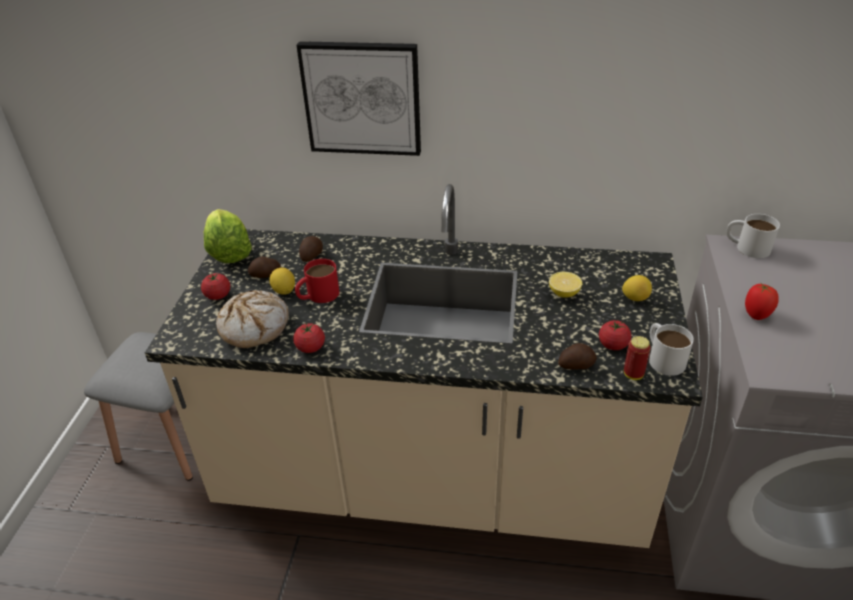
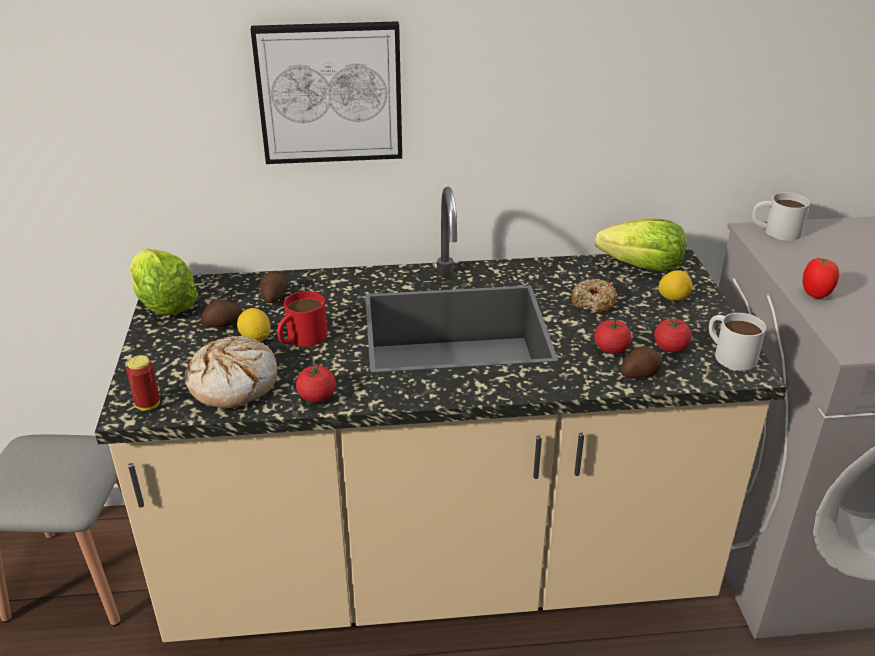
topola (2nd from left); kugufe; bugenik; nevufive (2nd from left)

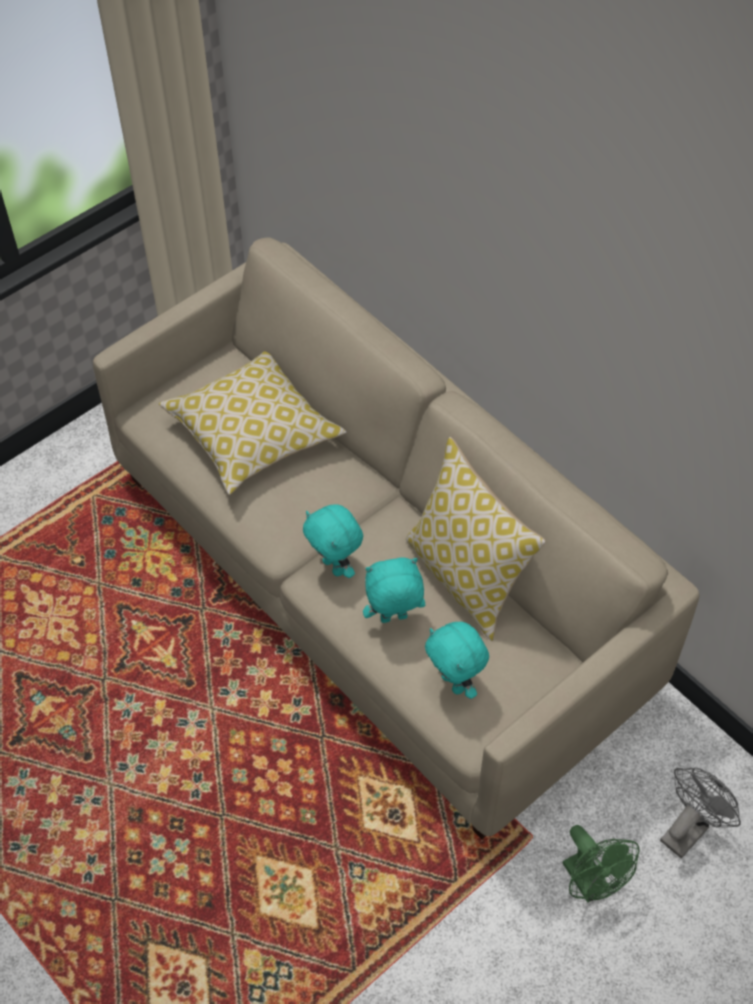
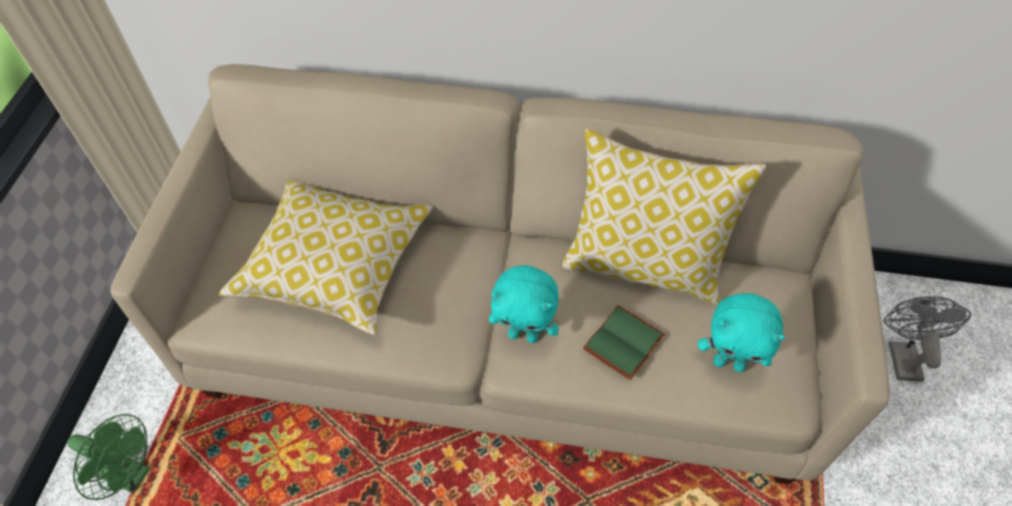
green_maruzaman; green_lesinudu

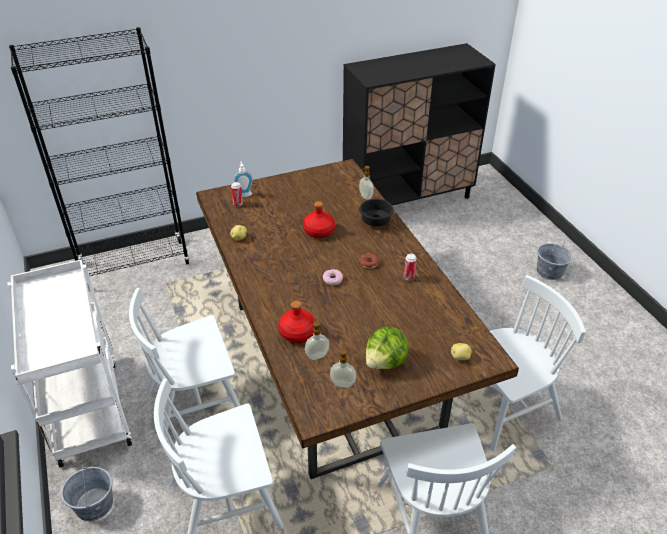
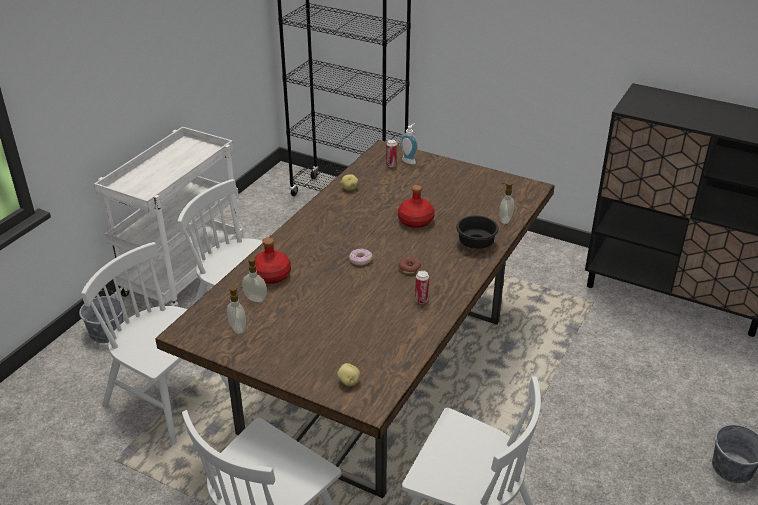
nevufive

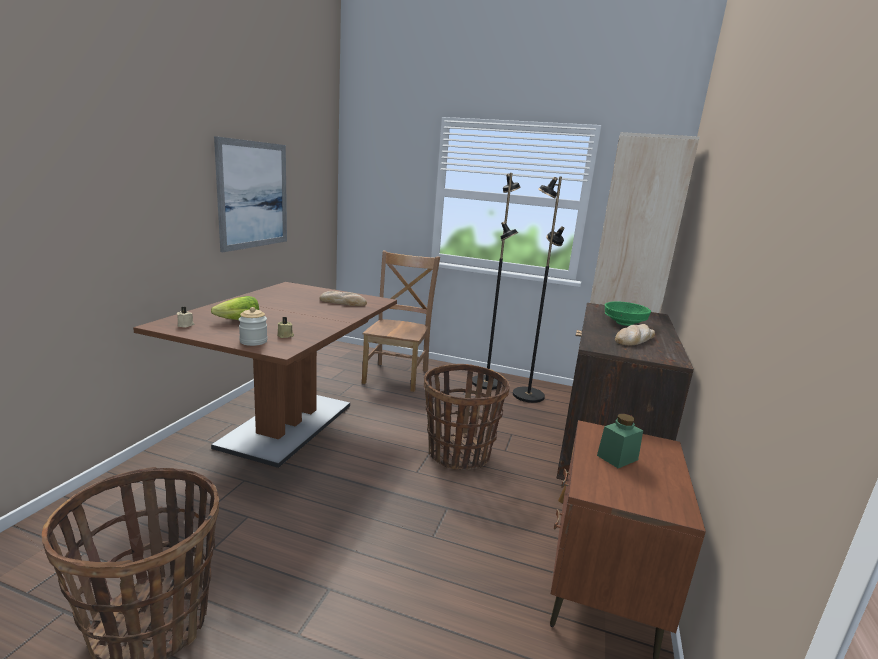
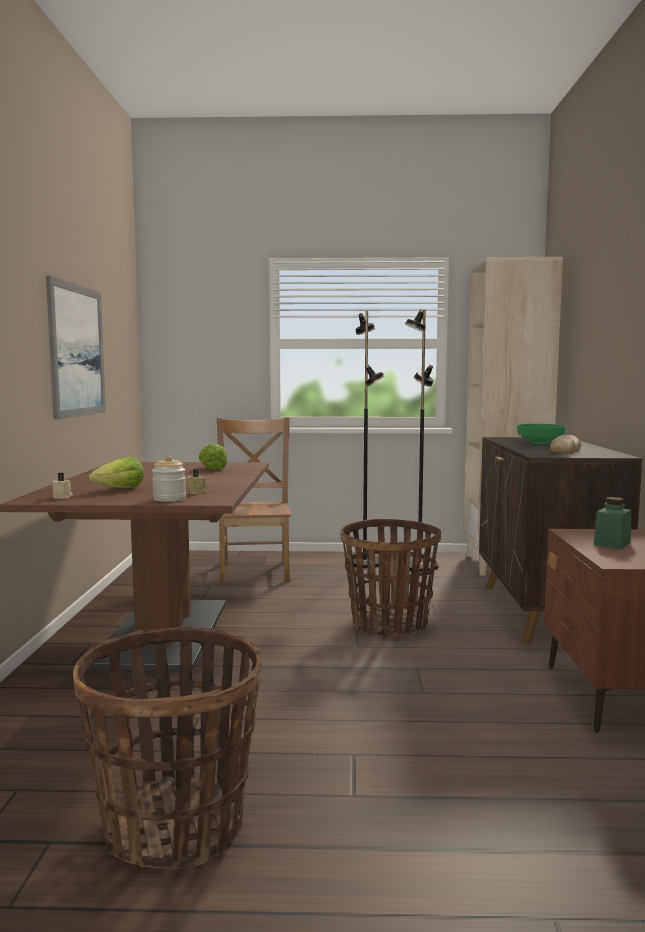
nevufive (2nd from left)

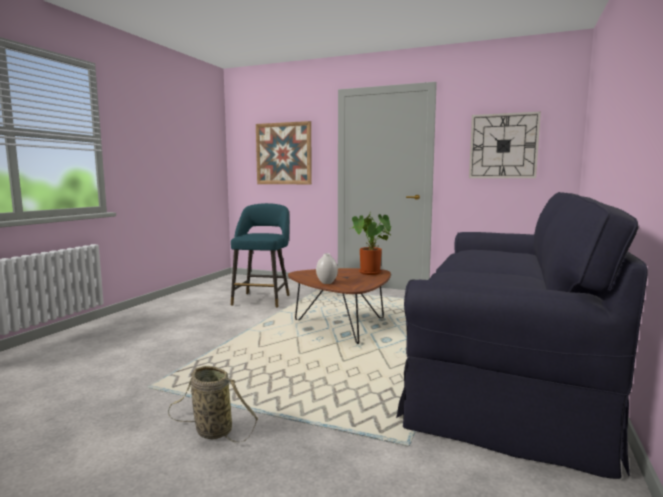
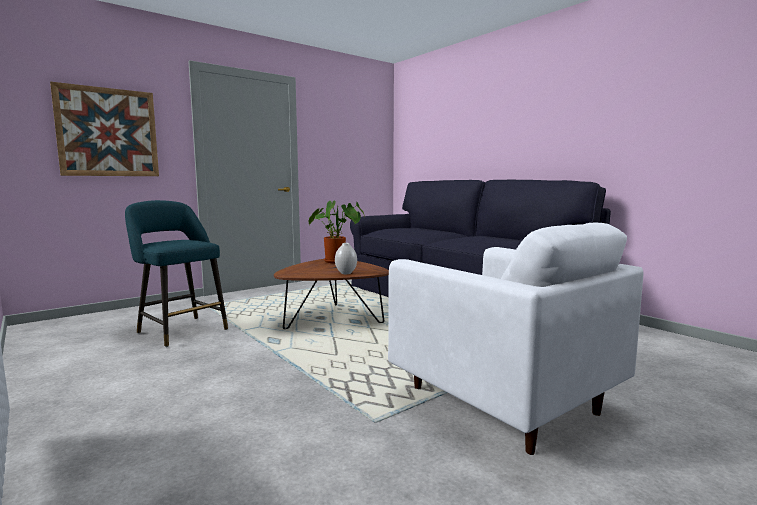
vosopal; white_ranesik

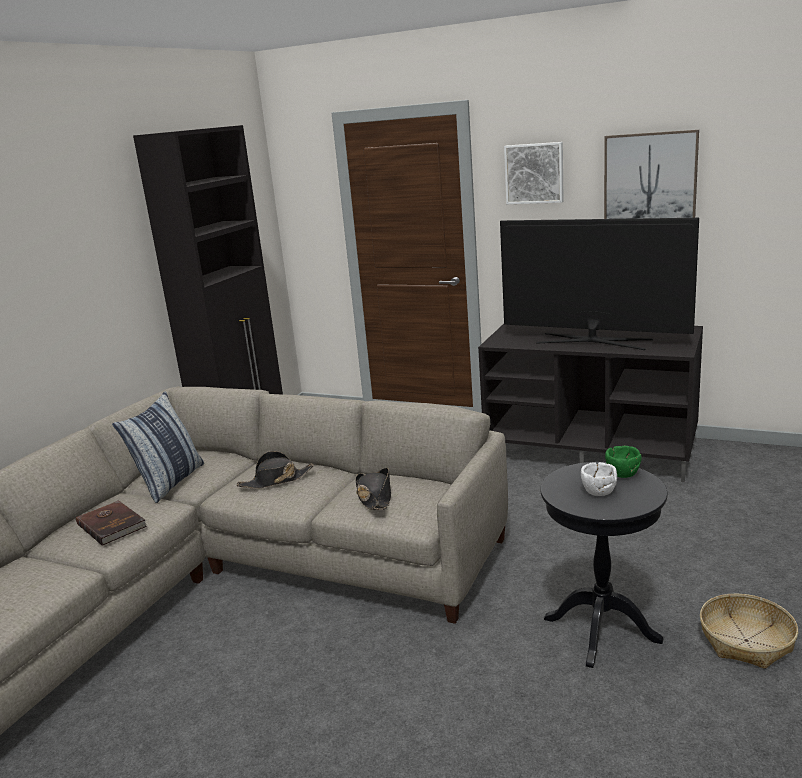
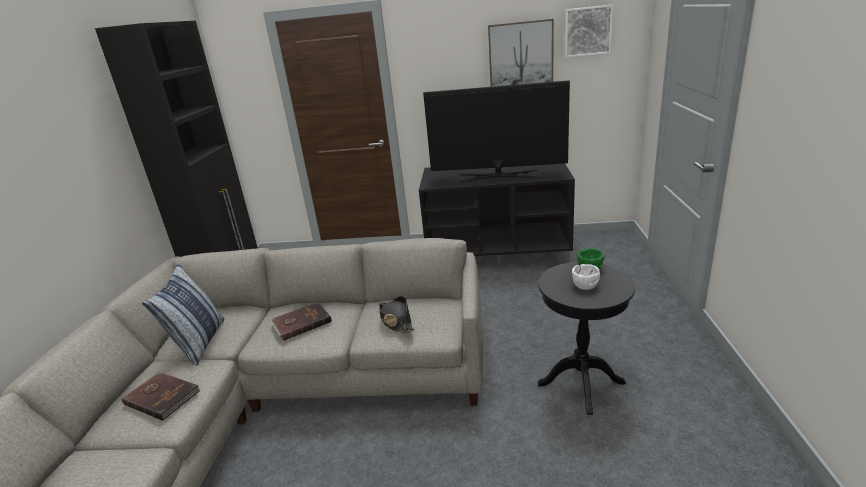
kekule (2nd from left); brown_maruzaman (2nd from left); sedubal

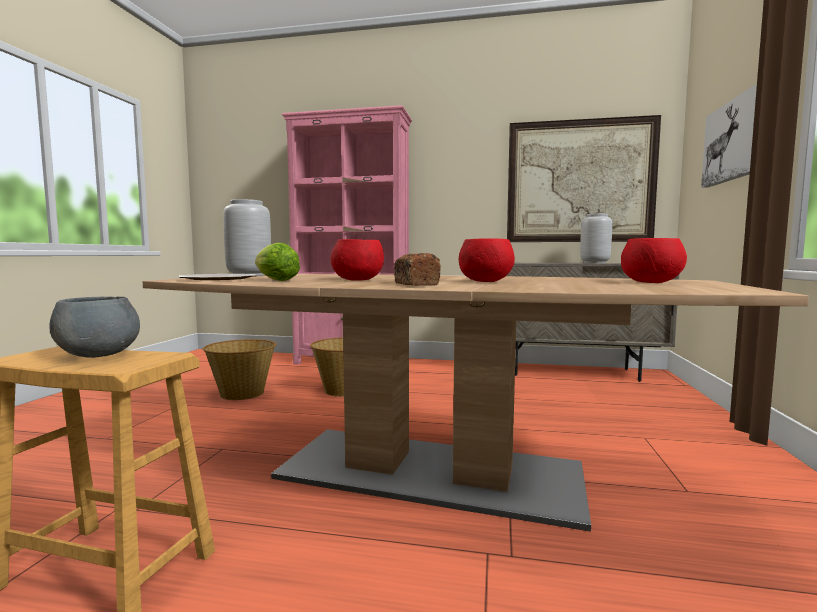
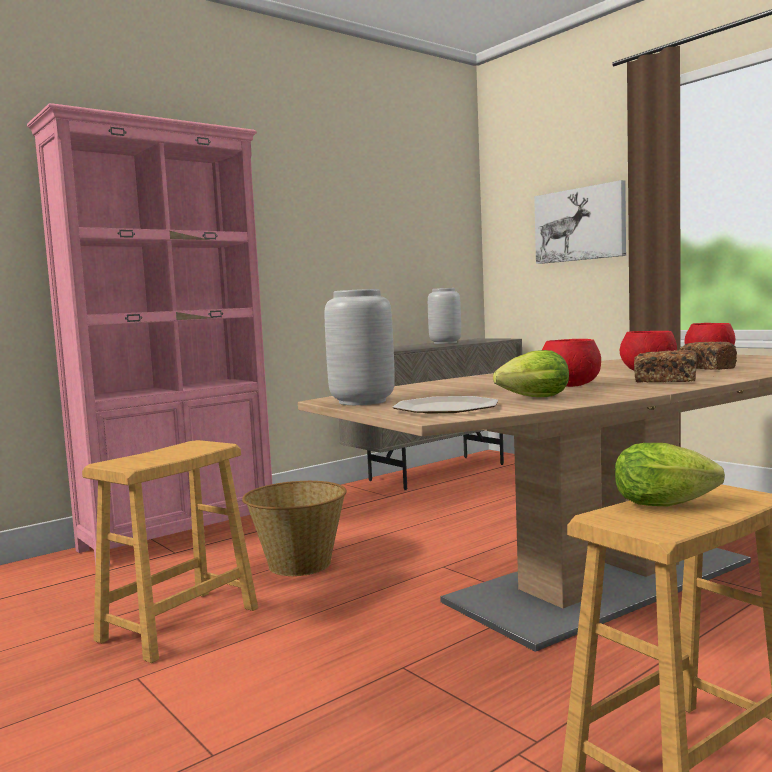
kekule (1st from left in the first image); nevufive (2nd from left); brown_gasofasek (1st from left); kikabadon (2nd from left)

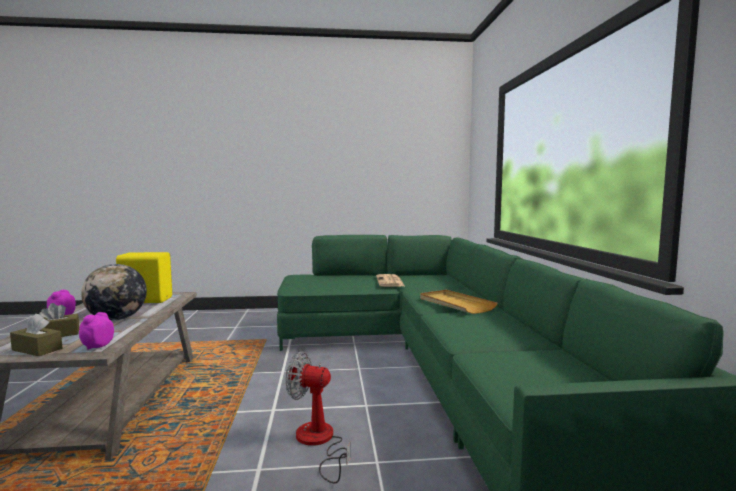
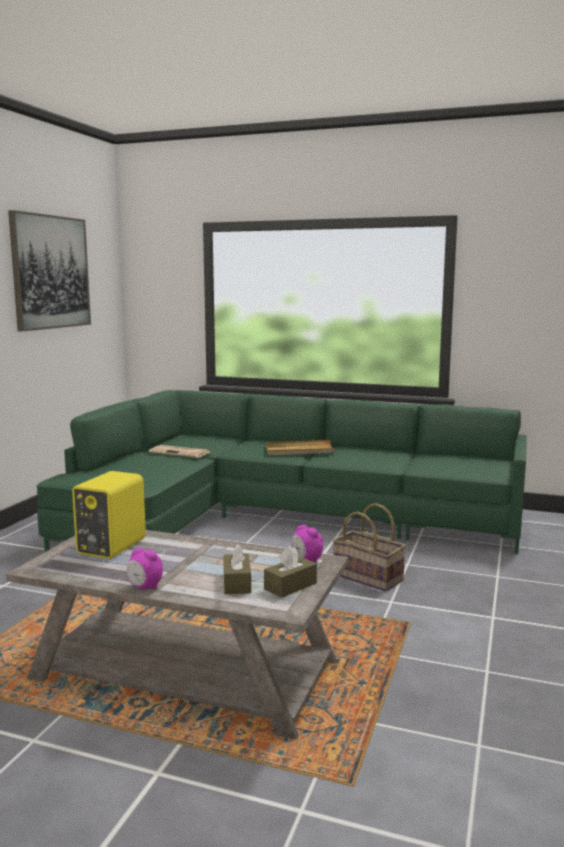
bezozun; sedubal; kekule

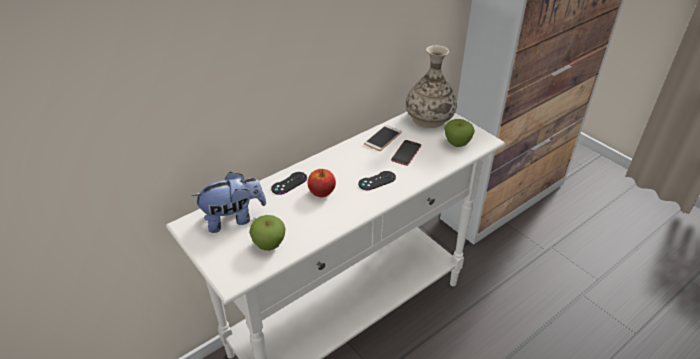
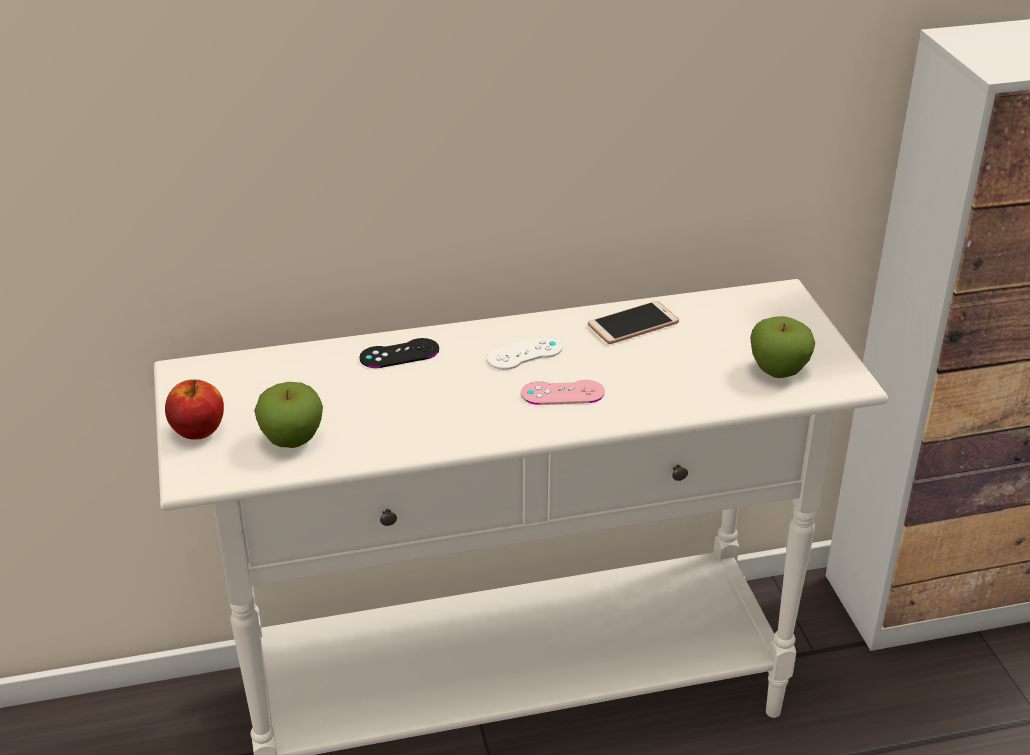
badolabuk; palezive (2nd from left in the first image); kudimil (1st from left); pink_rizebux; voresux; white_rizebux

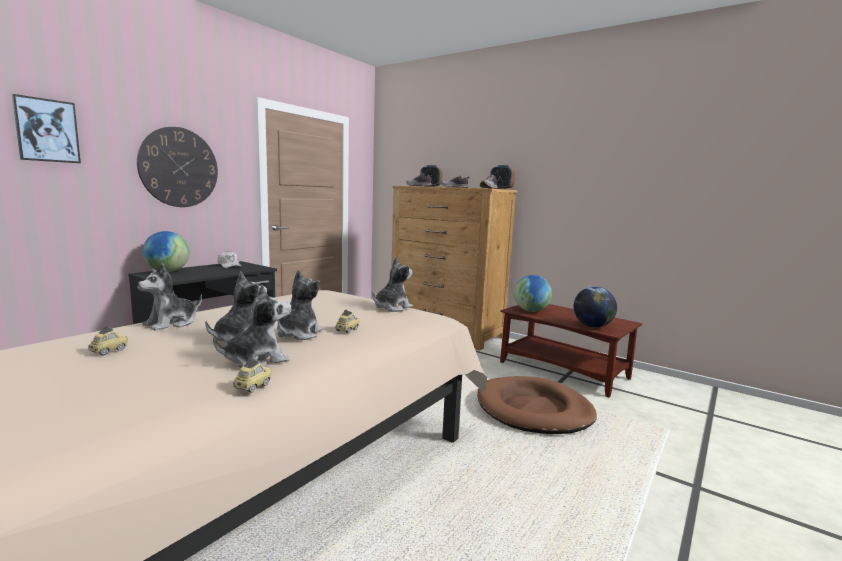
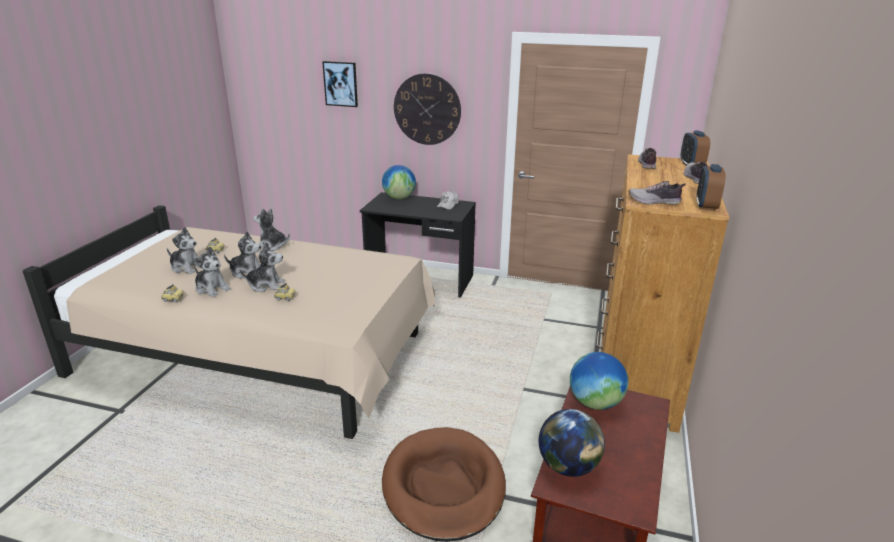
voresux (1st from left)

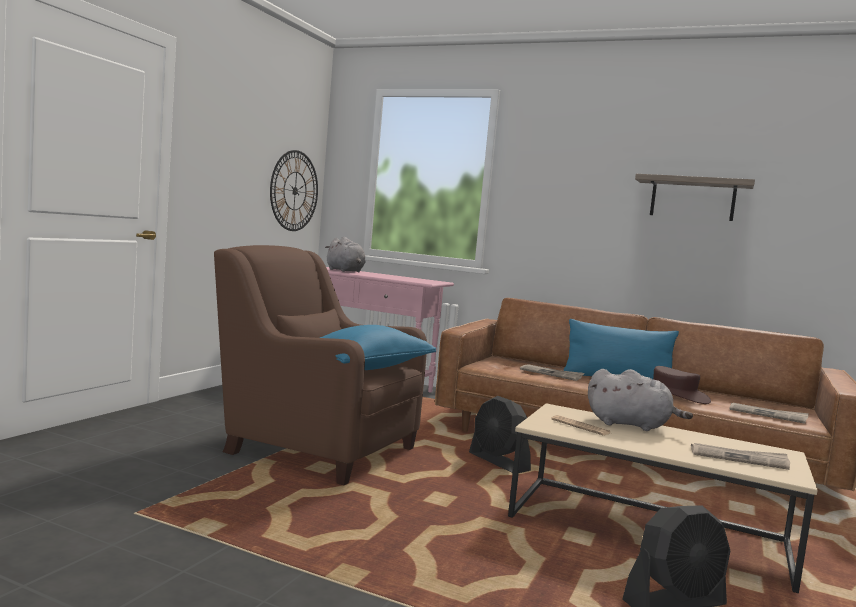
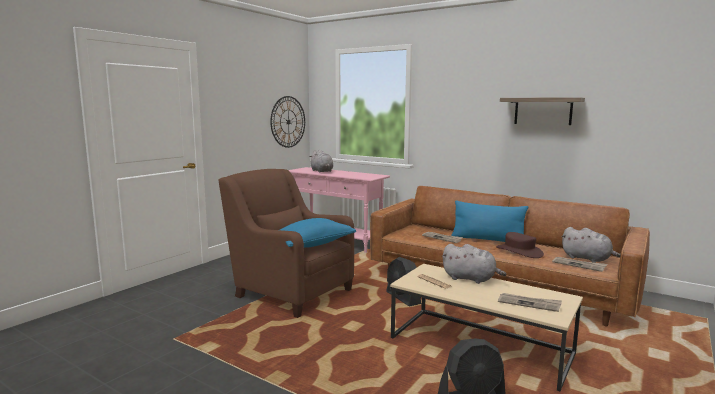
grey_voresux (3rd from left)

